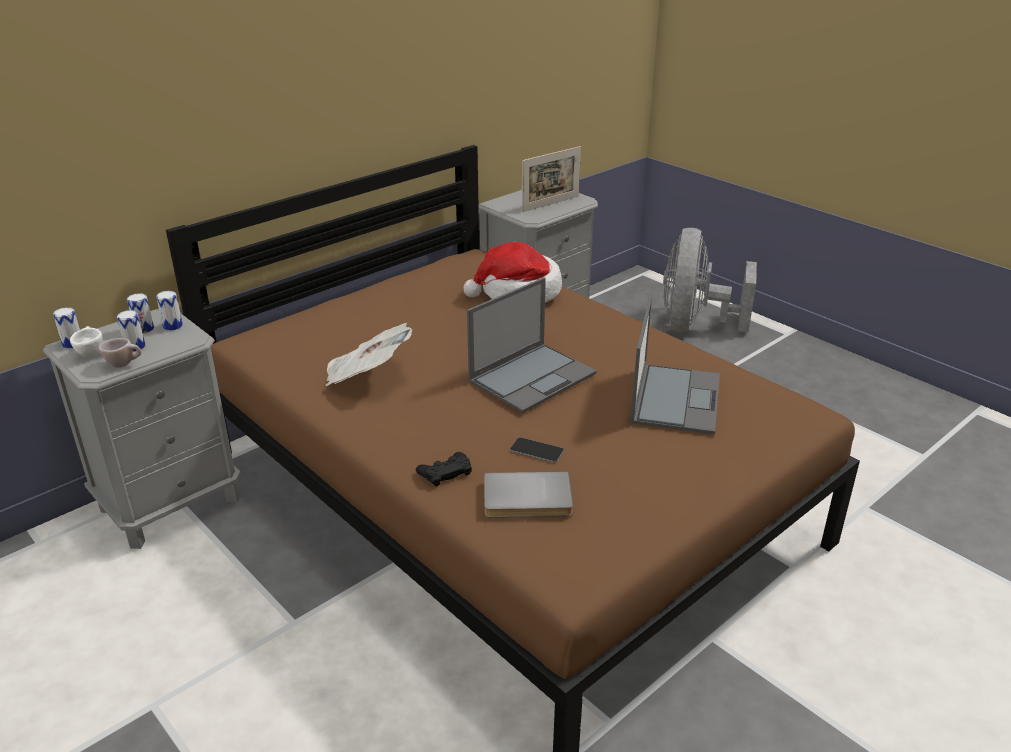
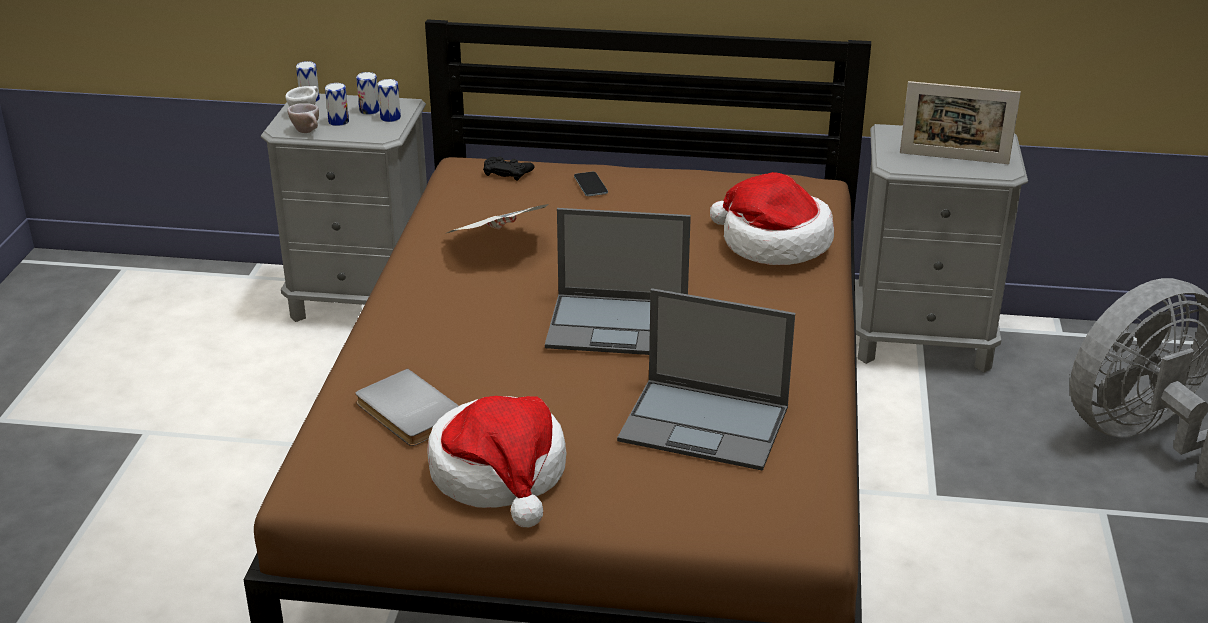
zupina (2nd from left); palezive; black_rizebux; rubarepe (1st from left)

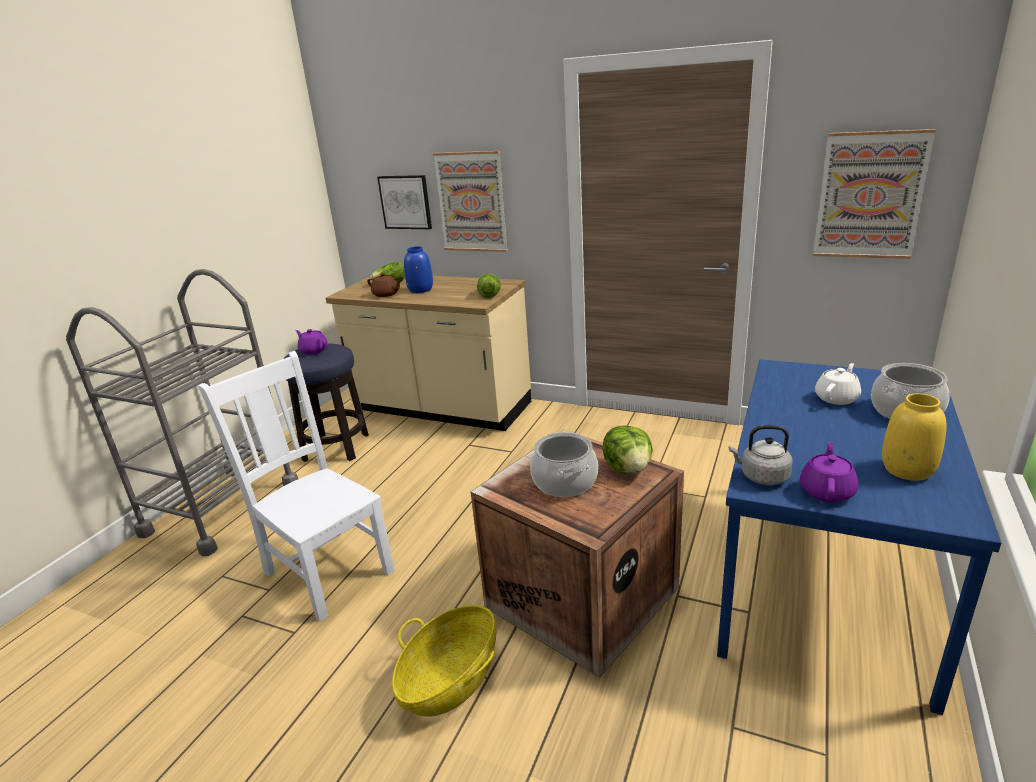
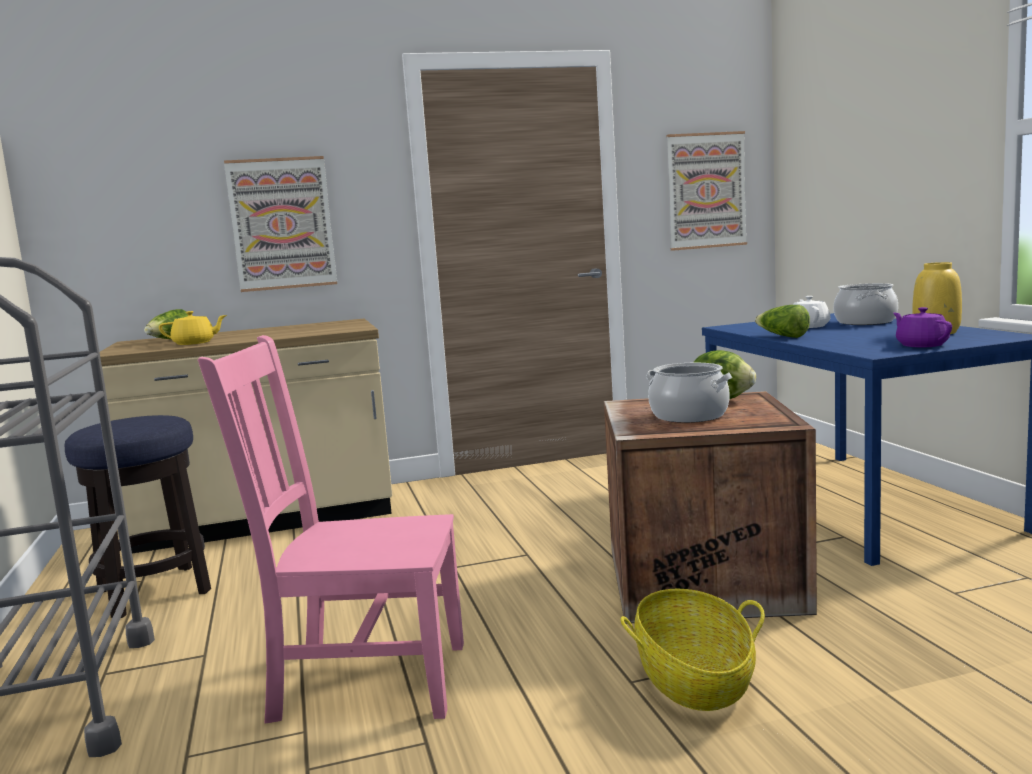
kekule (1st from left in the first image); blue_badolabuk; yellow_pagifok; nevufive (3rd from left); purple_pagifok (1st from left in the first image); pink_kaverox; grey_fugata

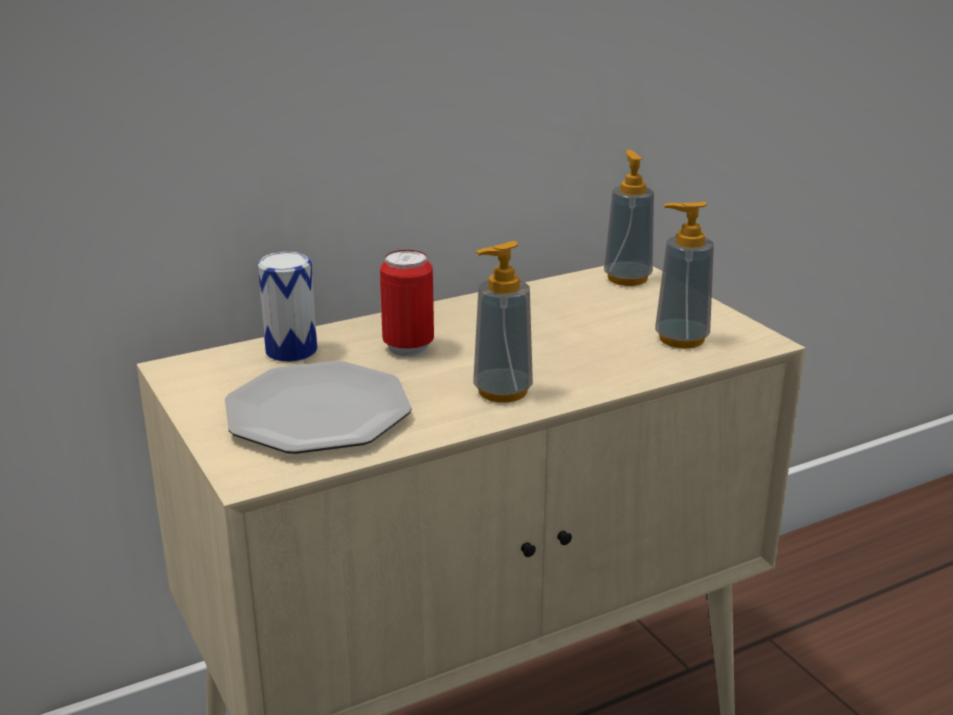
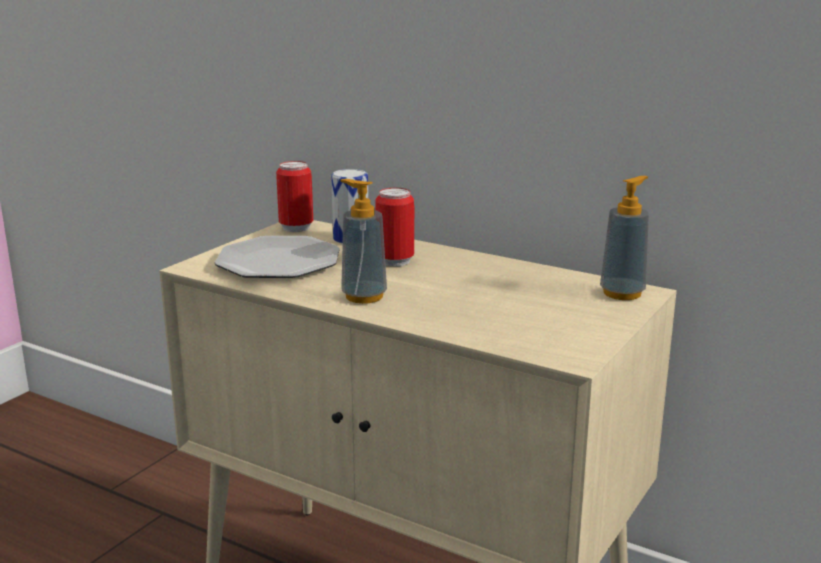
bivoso (3rd from left in the first image); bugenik (1st from left)

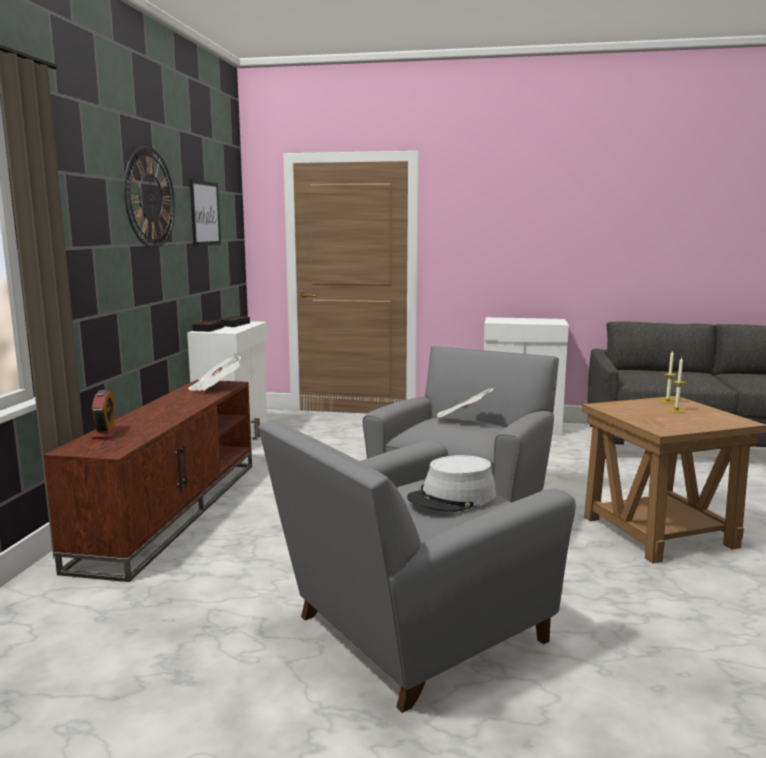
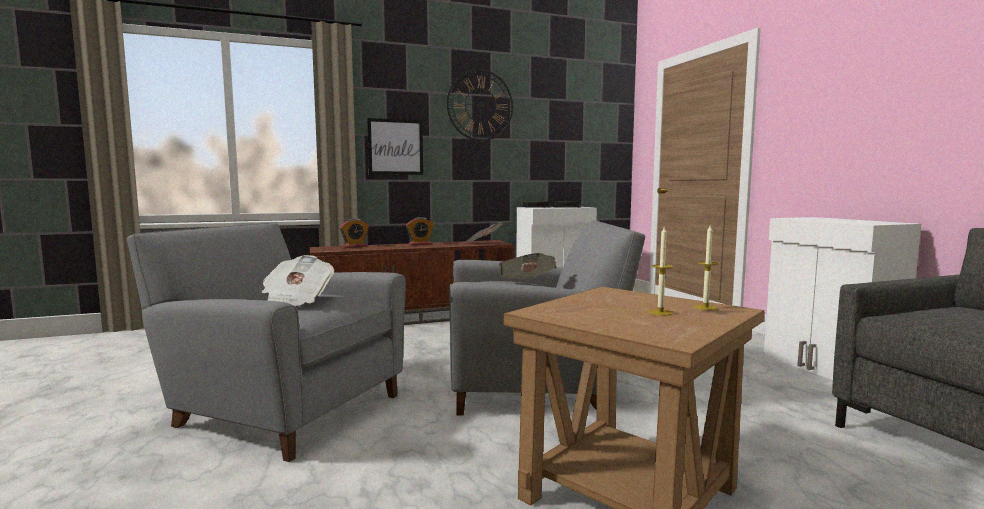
kekule; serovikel (1st from left); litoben (2nd from left)

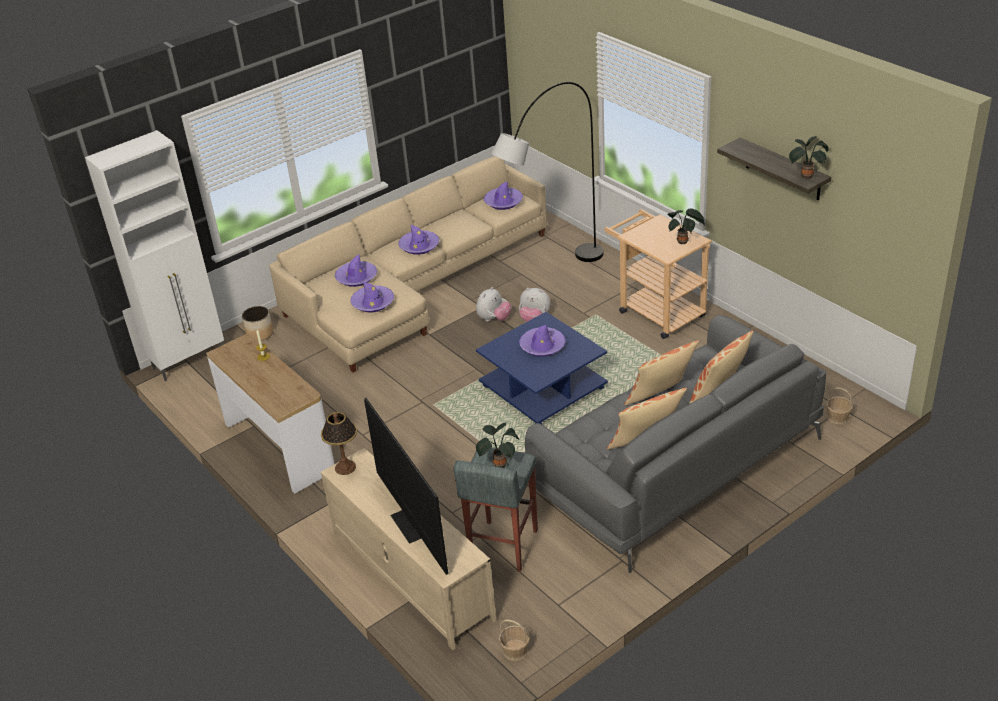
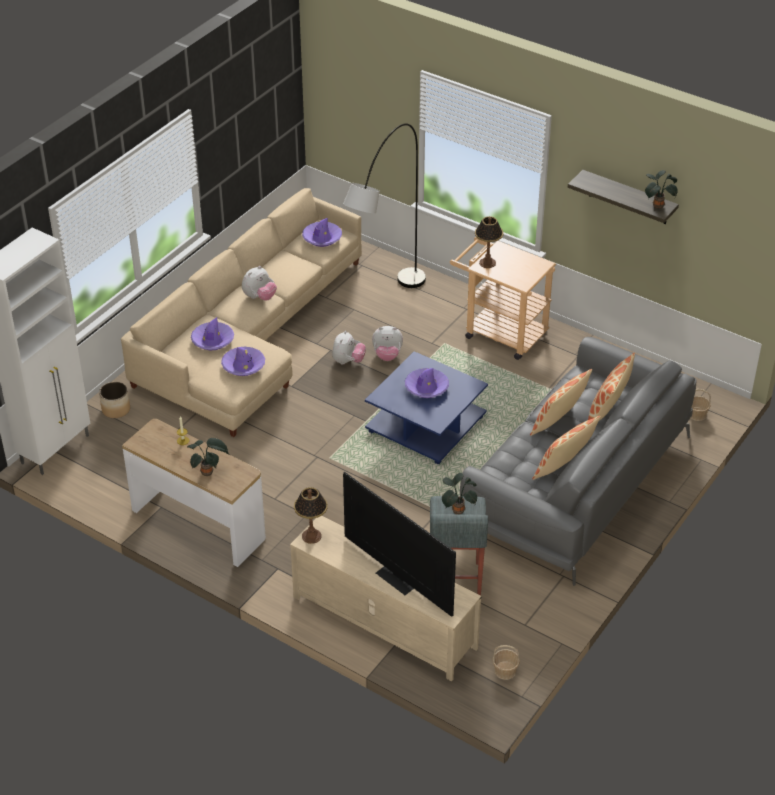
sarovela (1st from left); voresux (1st from left); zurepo (2nd from left)

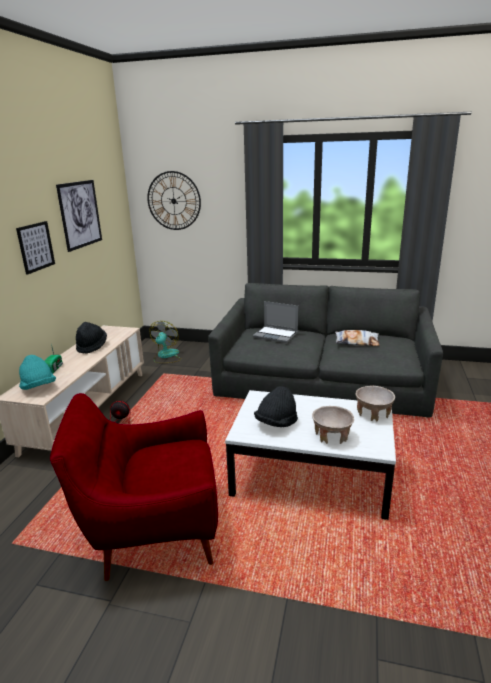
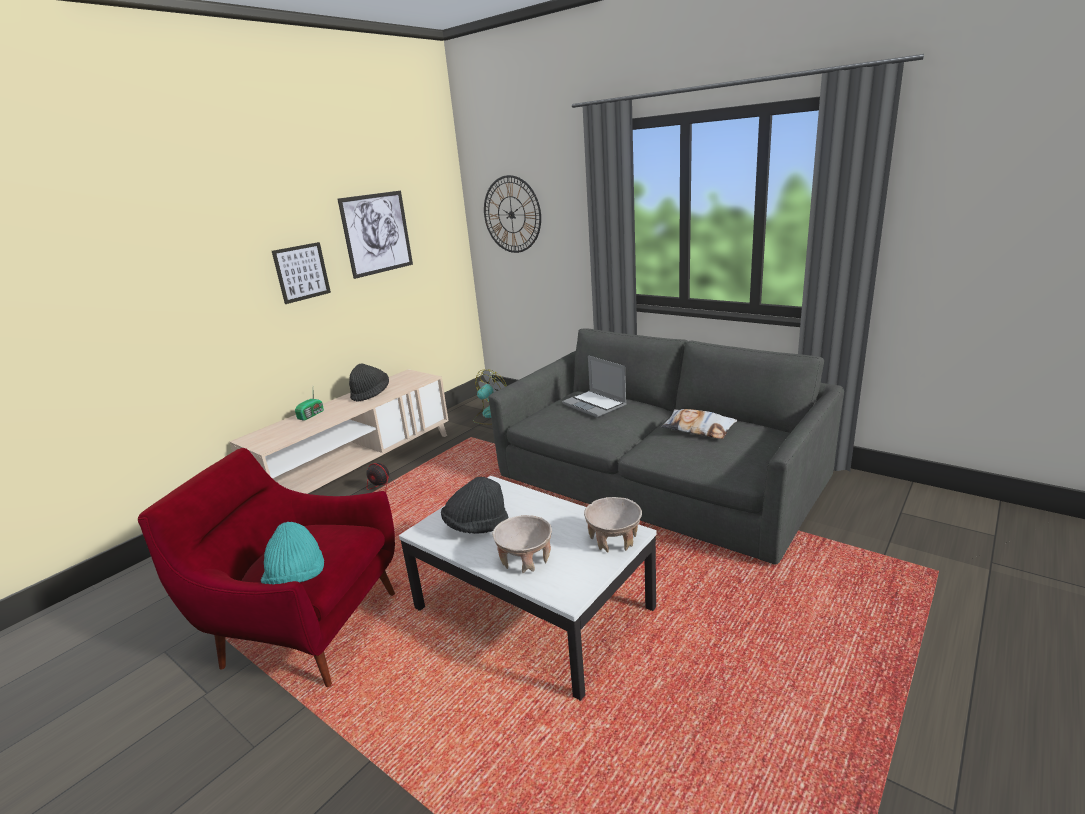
turquoise_rubarepe

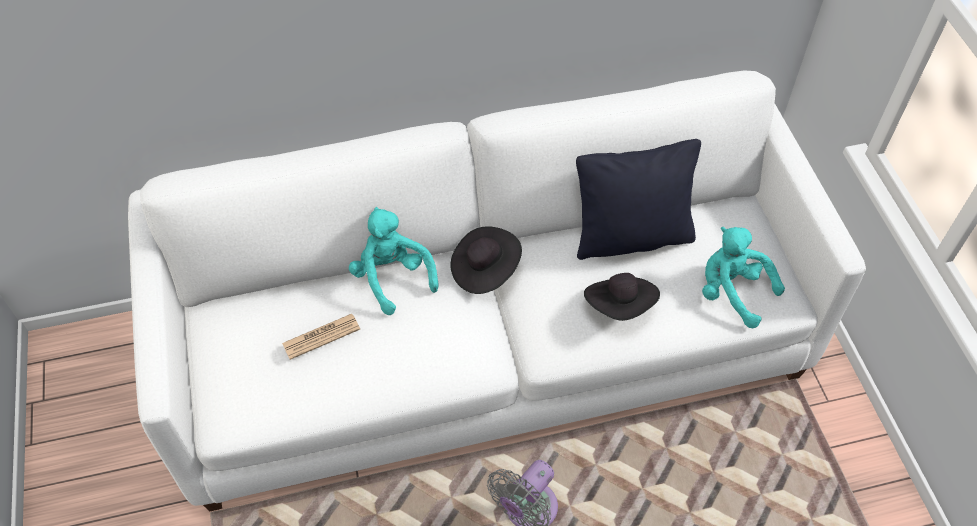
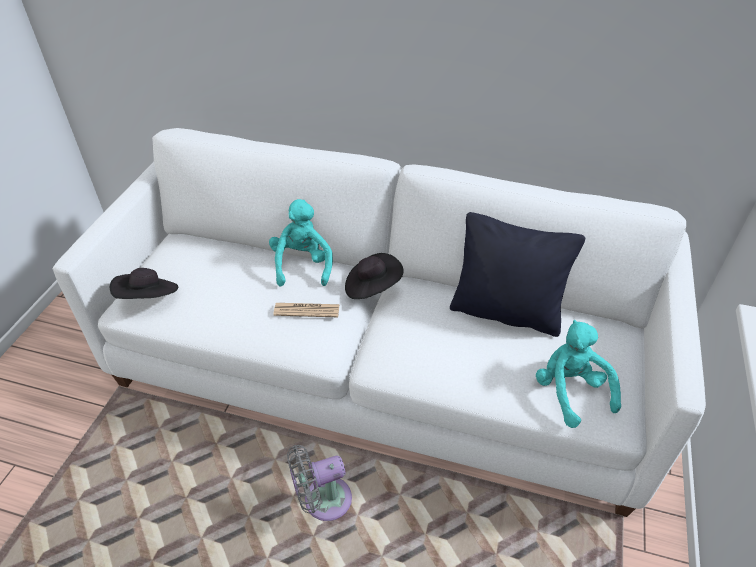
black_rubarepe (1st from left); serovikel

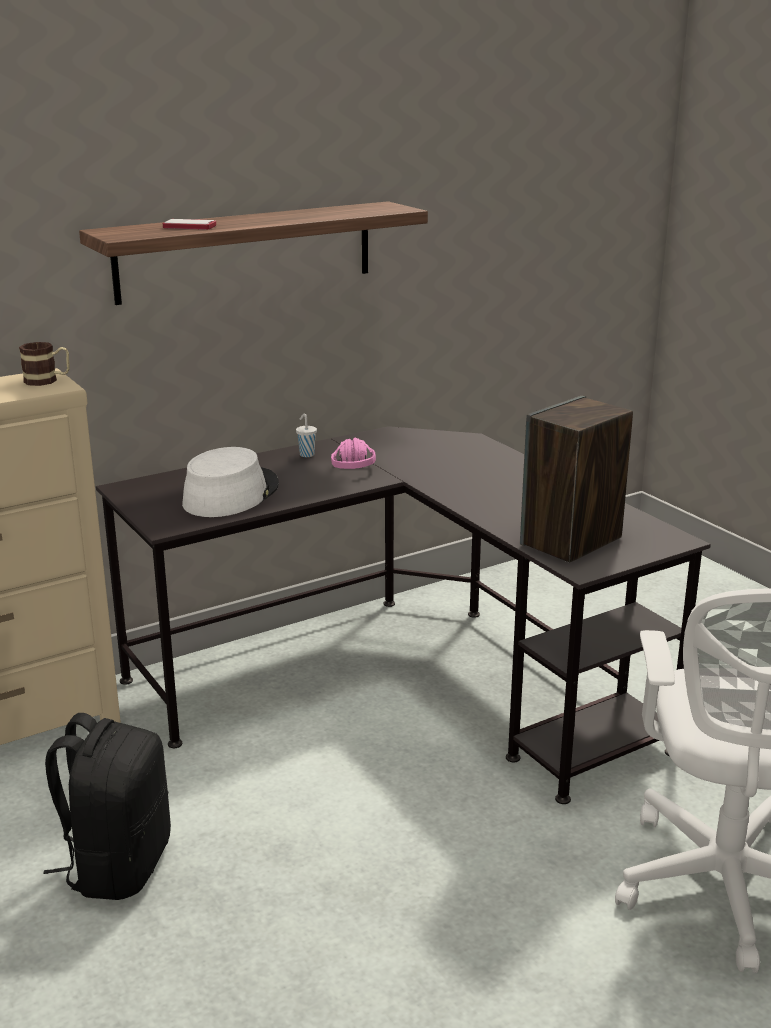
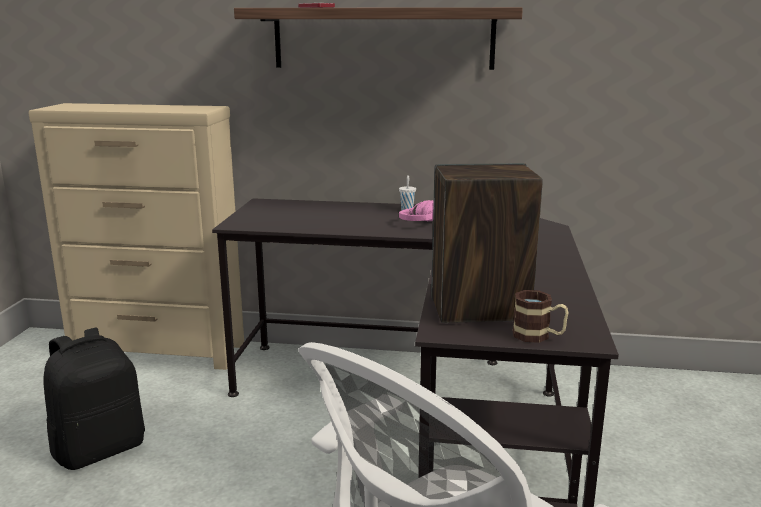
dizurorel; white_rubarepe

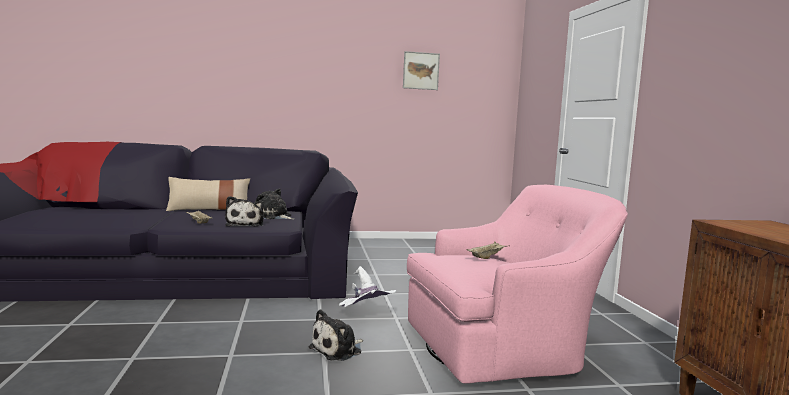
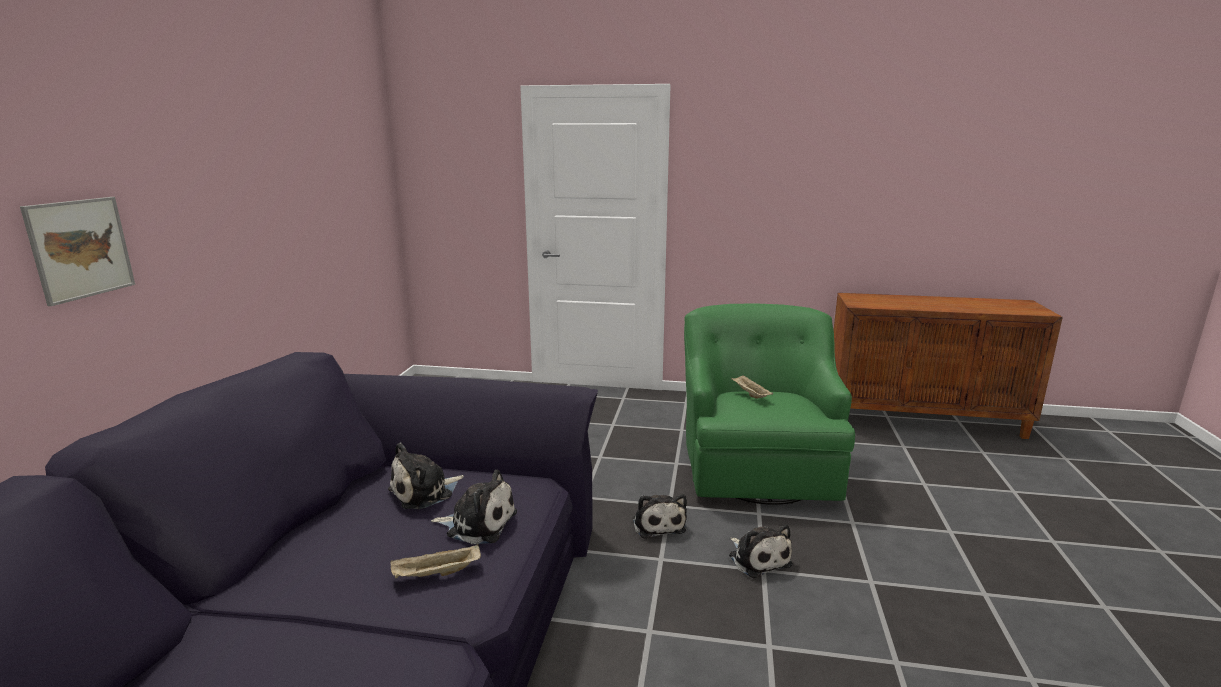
kekule; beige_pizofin; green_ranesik; voresux (3rd from left)

